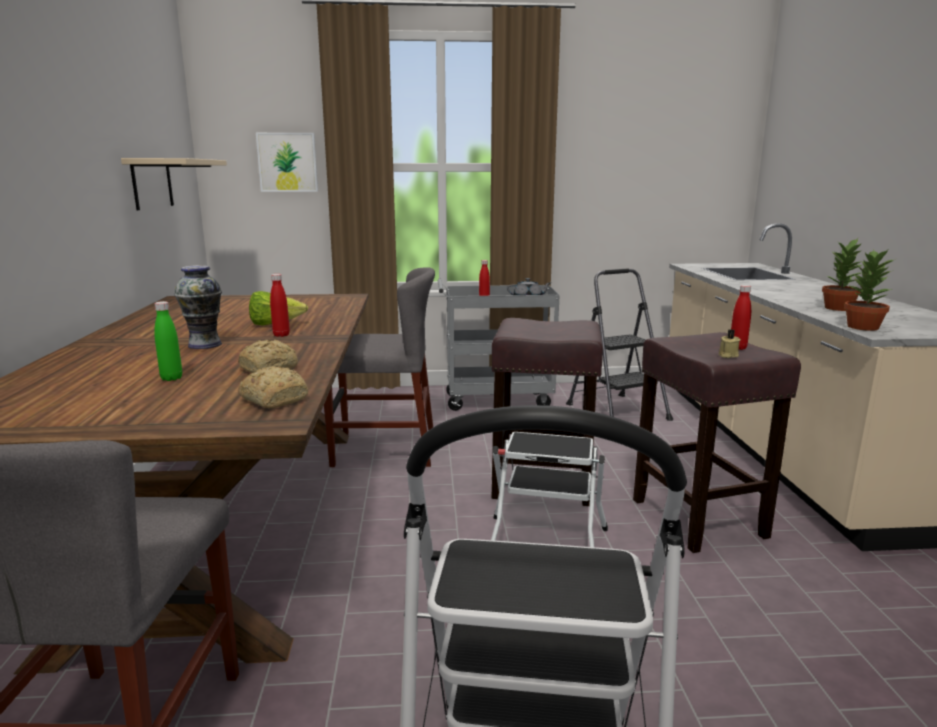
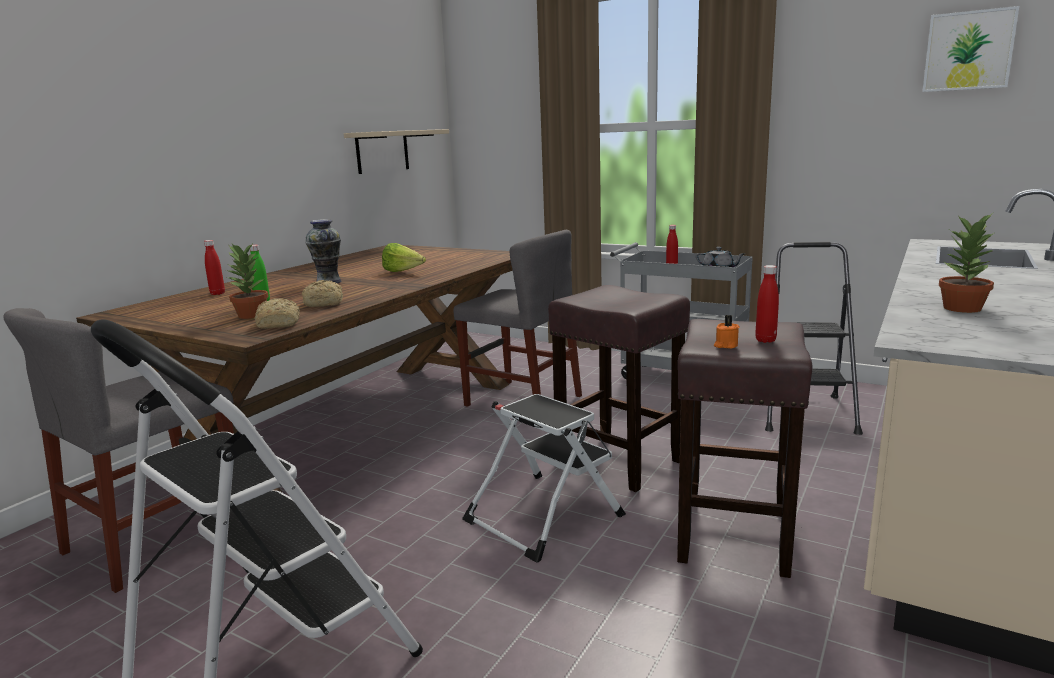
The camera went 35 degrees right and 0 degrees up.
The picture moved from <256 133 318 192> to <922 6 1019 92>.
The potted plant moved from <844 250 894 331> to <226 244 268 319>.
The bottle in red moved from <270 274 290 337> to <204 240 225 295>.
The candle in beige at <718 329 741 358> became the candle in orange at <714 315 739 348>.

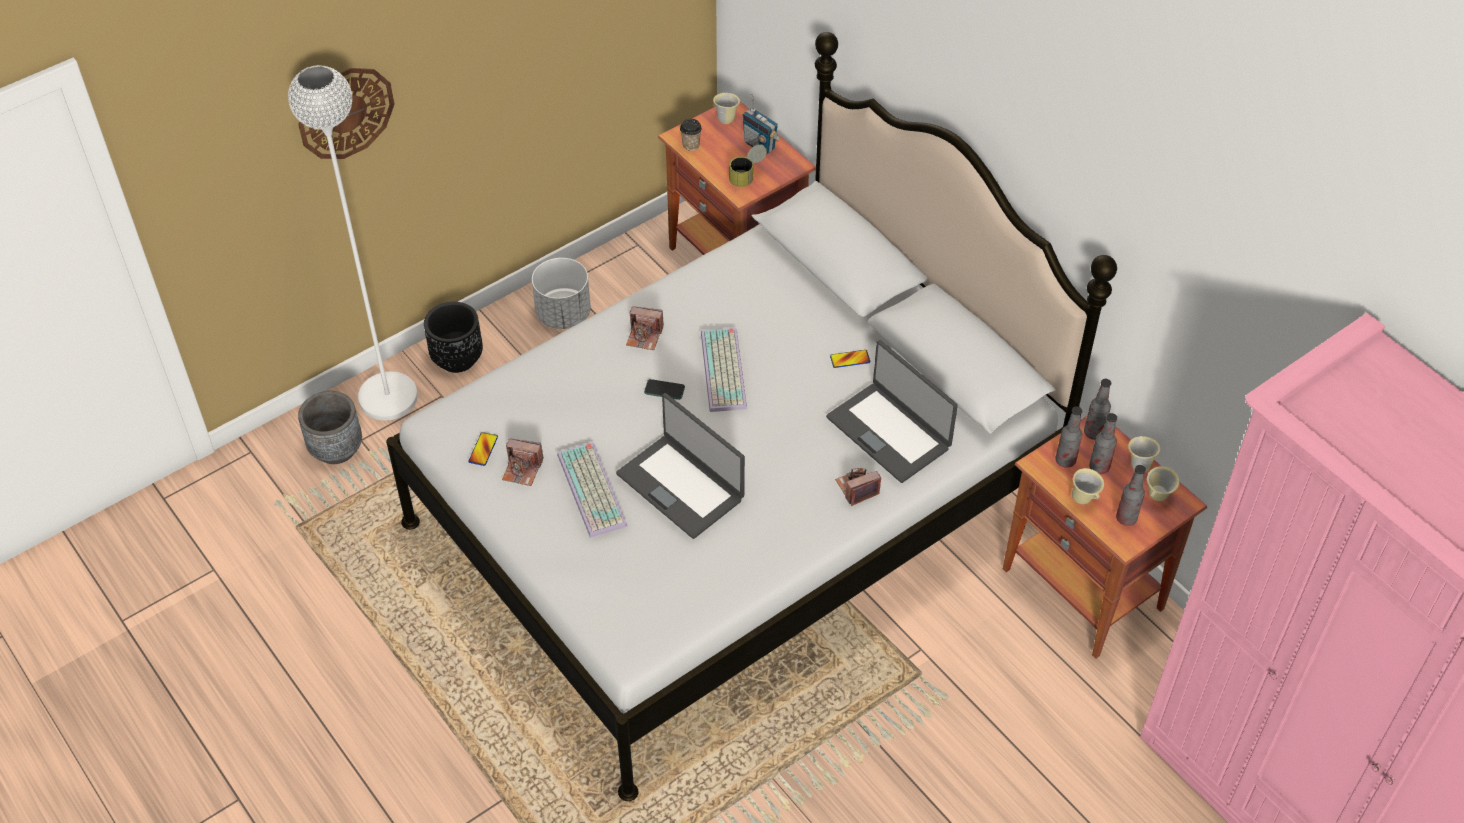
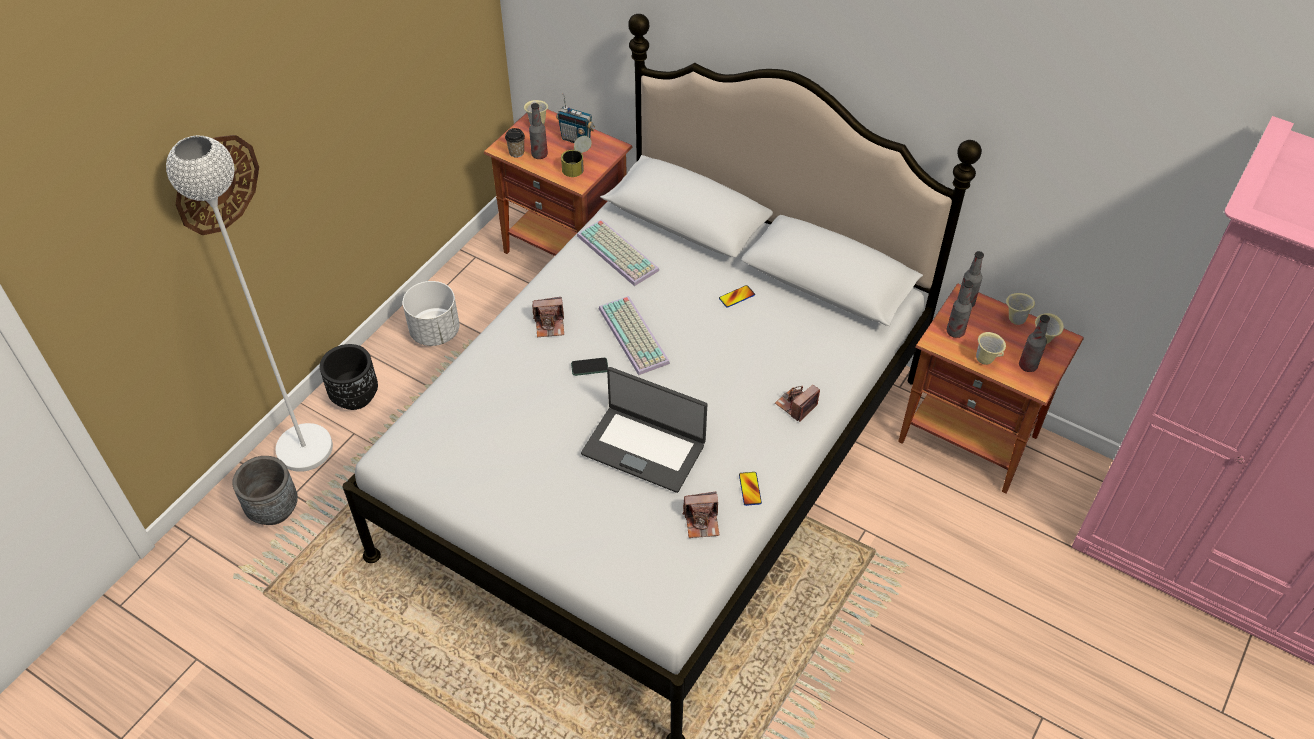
The camera went 20 degrees left and 0 degrees up.
The laptop at <826 340 958 483> disappeared.
The bottle moved from <1089 413 1117 474> to <529 103 548 159>.
The phone moved from <468 432 498 466> to <739 472 762 506>.
The photo camera moved from <502 439 544 486> to <683 492 719 538>.
The keyboard moved from <557 442 628 538> to <577 219 659 286>.

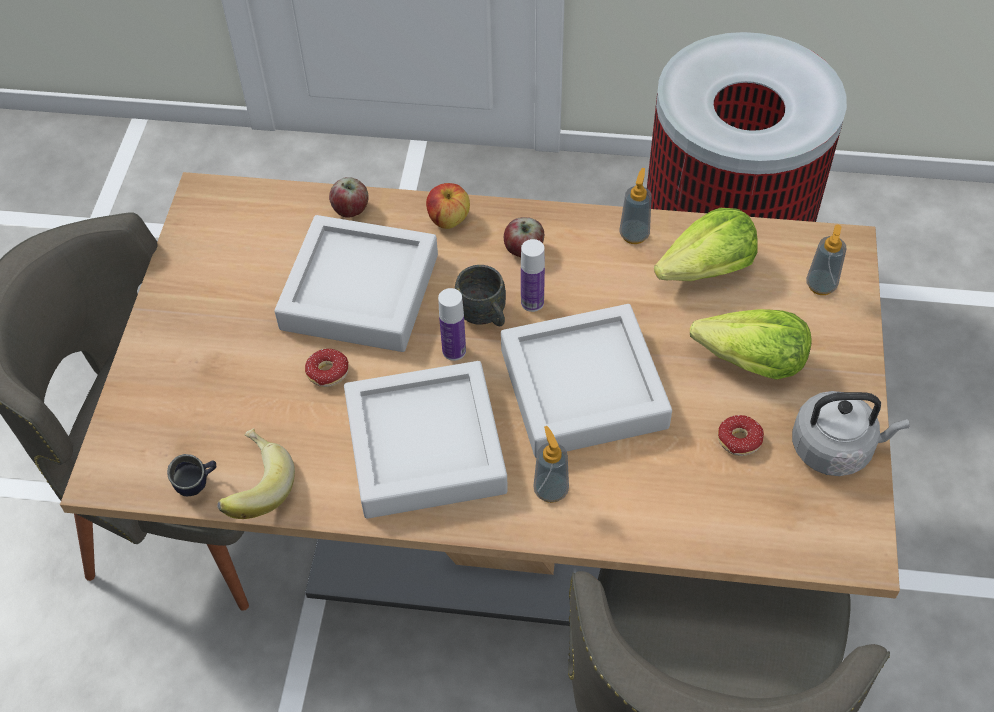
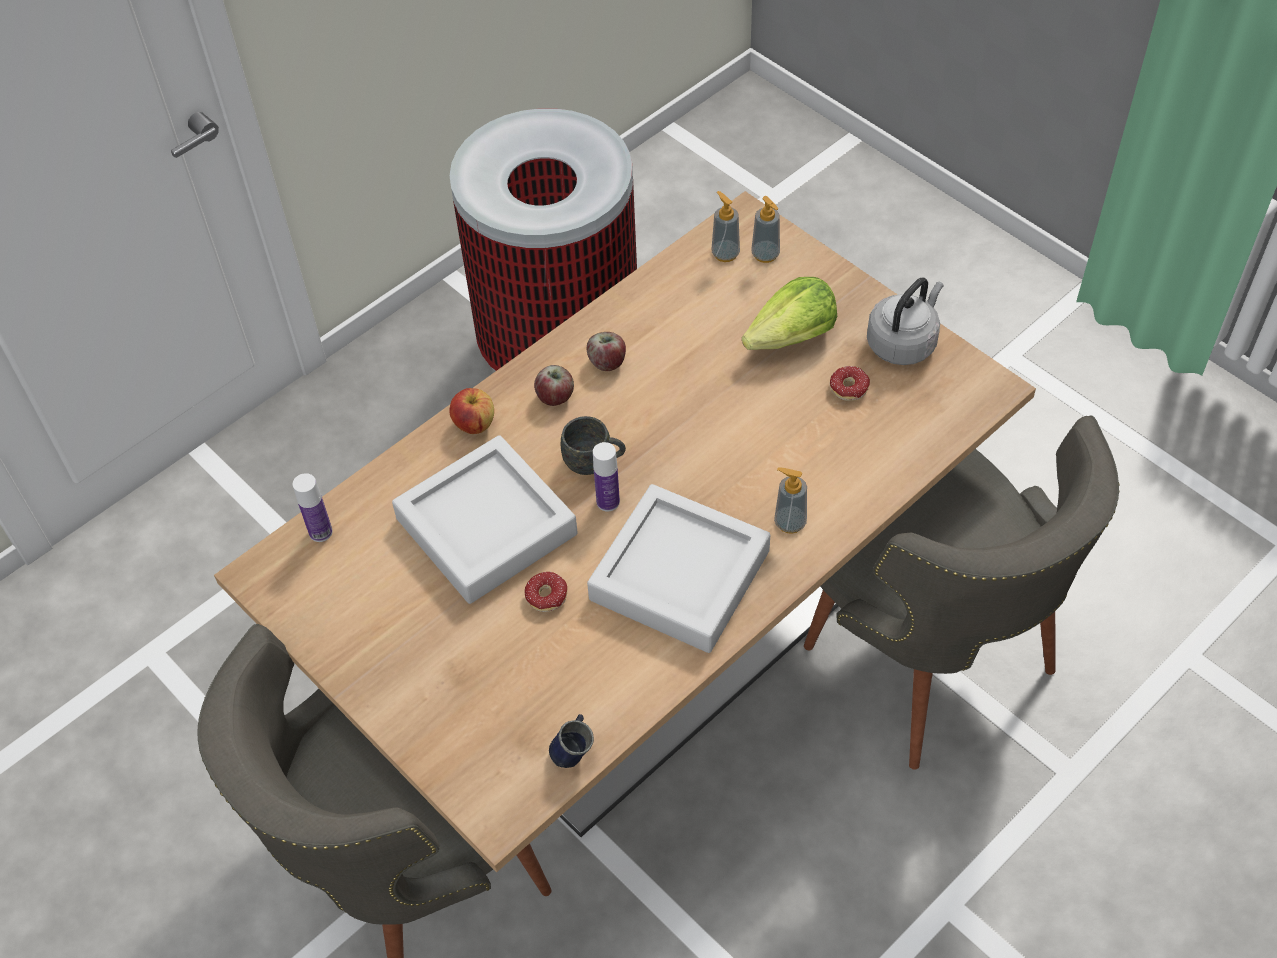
The camera went 50 degrees left and 0 degrees up.
The soap dispenser moved from <619 168 652 244> to <712 191 740 262>.
The apple moved from <329 177 369 218> to <587 332 626 371>.
The lettuce at <654 208 758 281> disappeared.
The bottle moved from <521 239 545 312> to <293 473 333 542>.
The tray in grey at <501 304 672 458> disappeared.
The banana at <217 428 295 519> disappeared.

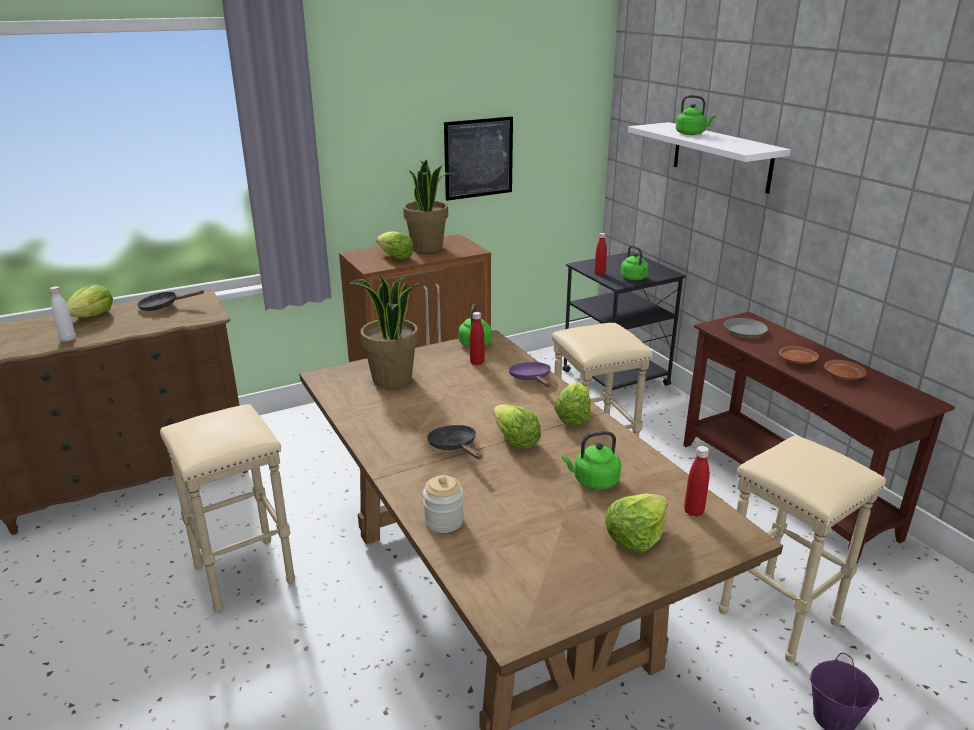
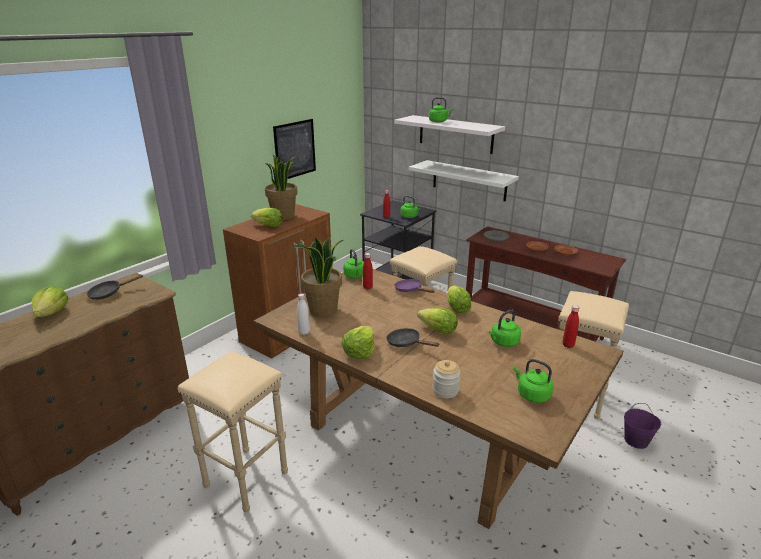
The camera went 25 degrees left and 0 degrees up.
The bottle in white moved from <50 286 75 341> to <297 293 310 335>.
The lettuce moved from <605 493 668 553> to <341 326 375 359>.
The shelf in white at <409 160 519 202> appeared.
The kettle in green at <514 359 554 403> appeared.

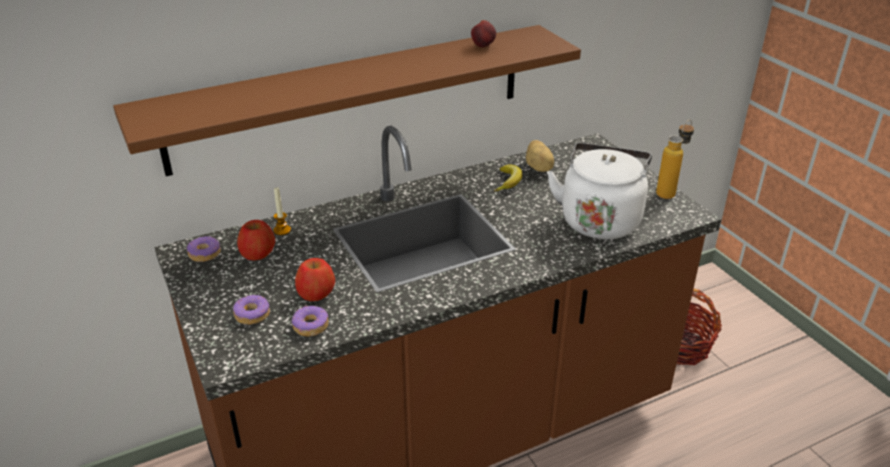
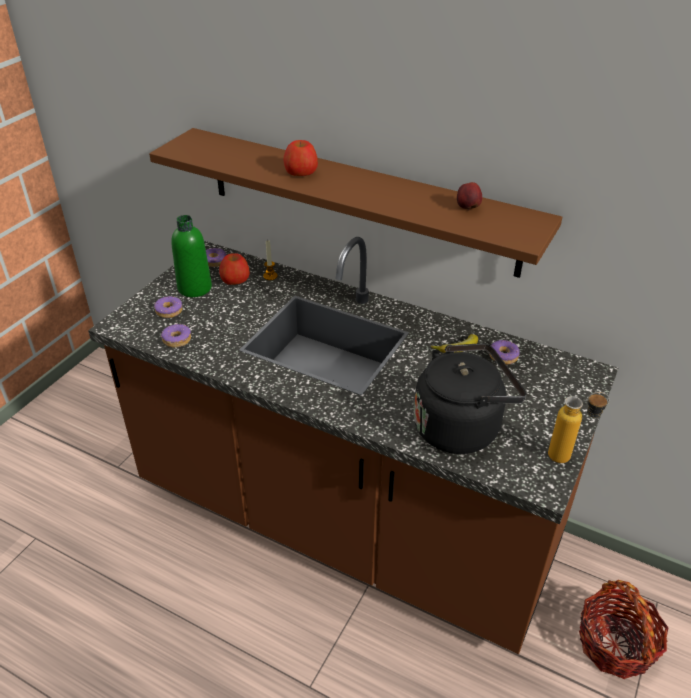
The camera went 55 degrees right and 5 degrees up.
The potato at <526 140 554 172> was replaced by the donut at <489 340 520 365>.
The kettle in white at <547 143 652 239> became the kettle in black at <414 343 526 454>.
The apple moved from <295 258 335 301> to <284 140 318 176>.
The bottle in green at <171 215 212 297> appeared.

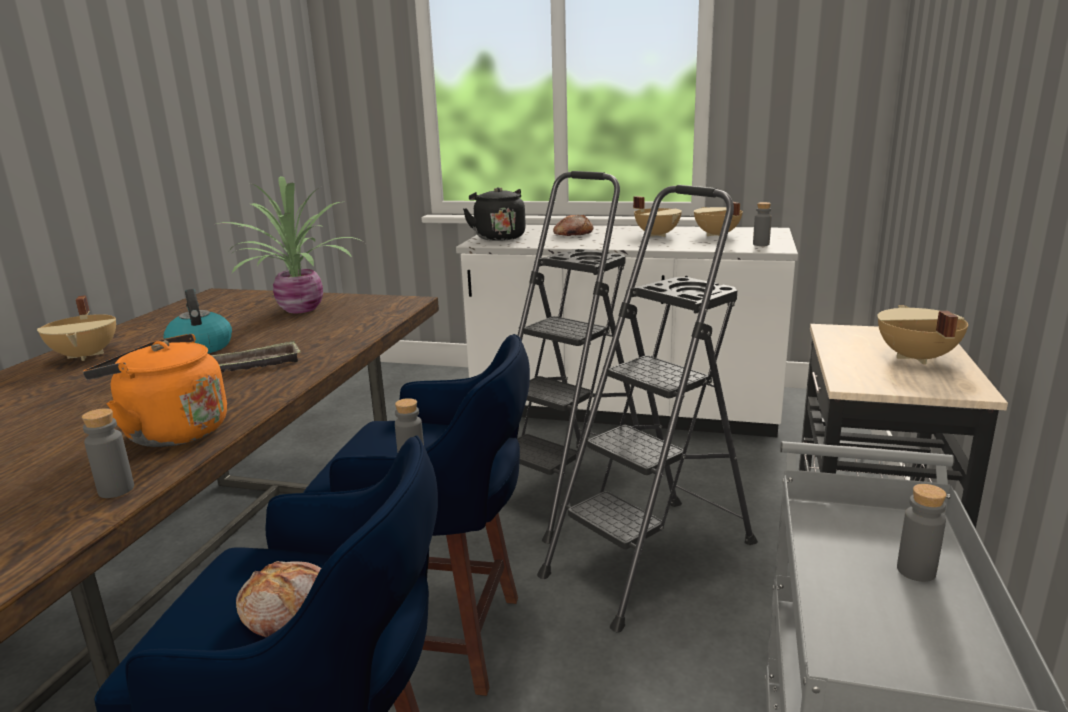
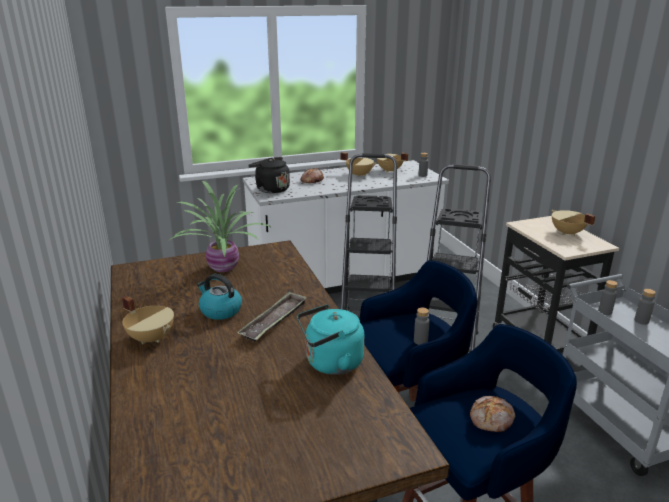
The camera went 35 degrees left and 5 degrees up.
The kettle in orange at <83 334 227 447> became the kettle in turquoise at <297 304 364 375>.
The bottle in grey moved from <82 408 134 498> to <598 280 618 315>.

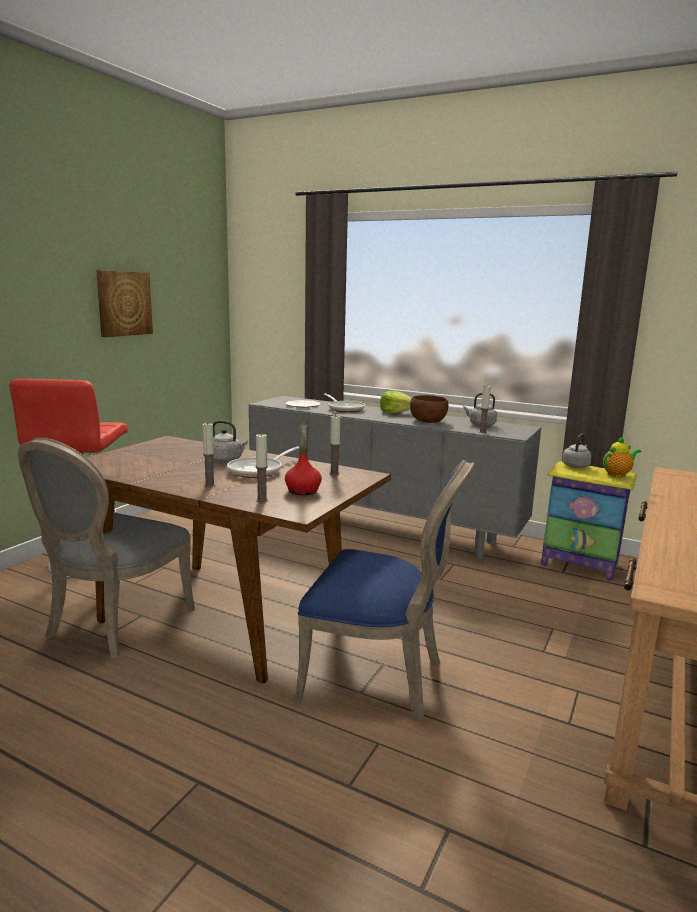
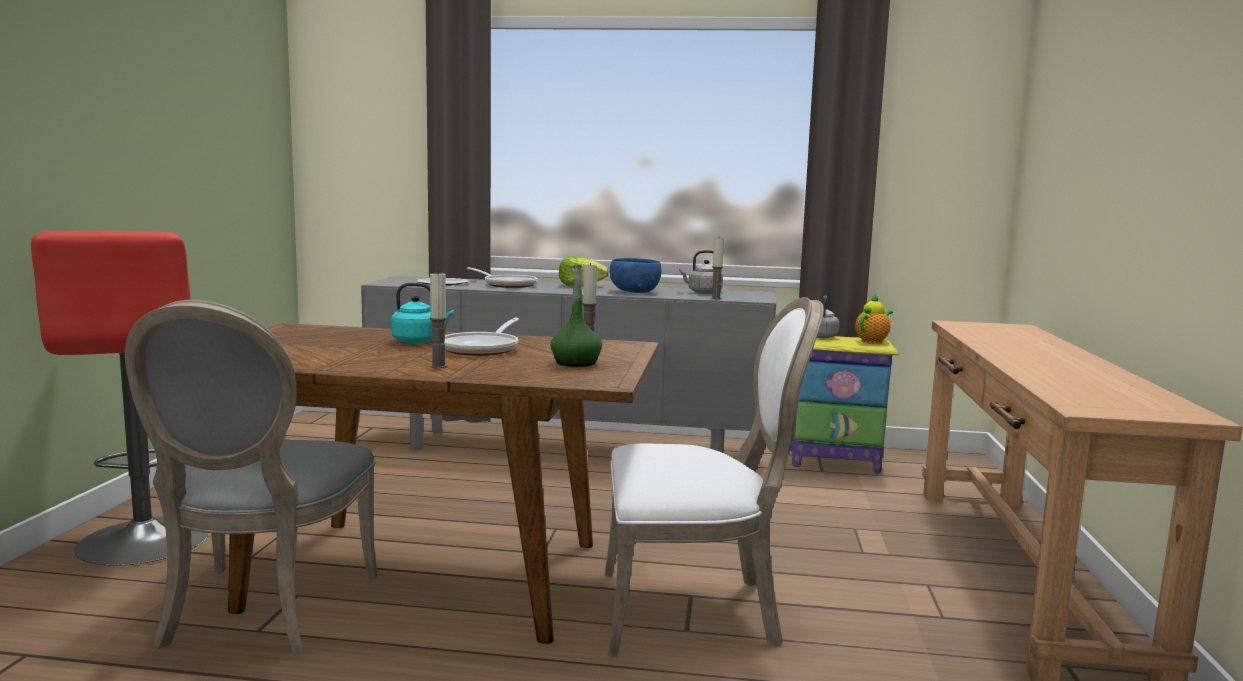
The camera went 20 degrees left and 5 degrees down.
The picture at <96 270 153 337> disappeared.
The bowl in brown at <410 395 448 423> became the bowl in blue at <610 258 662 293>.
The kettle in grey at <213 421 248 462> became the kettle in turquoise at <391 283 454 344>.
The bottle in red at <285 423 322 495> became the bottle in green at <550 265 602 367>.
The candle at <256 433 268 503> disappeared.
The chair in blue at <295 460 474 721> became the chair in white at <605 297 824 656>.

